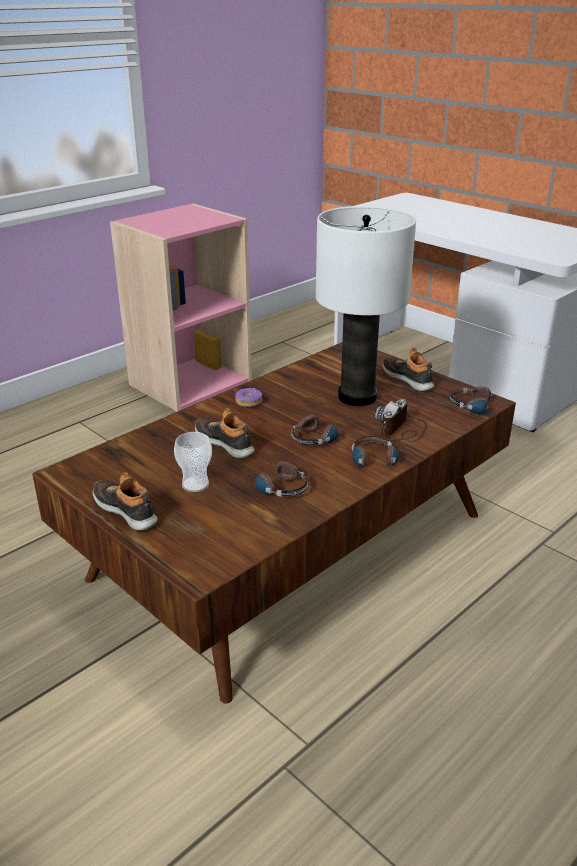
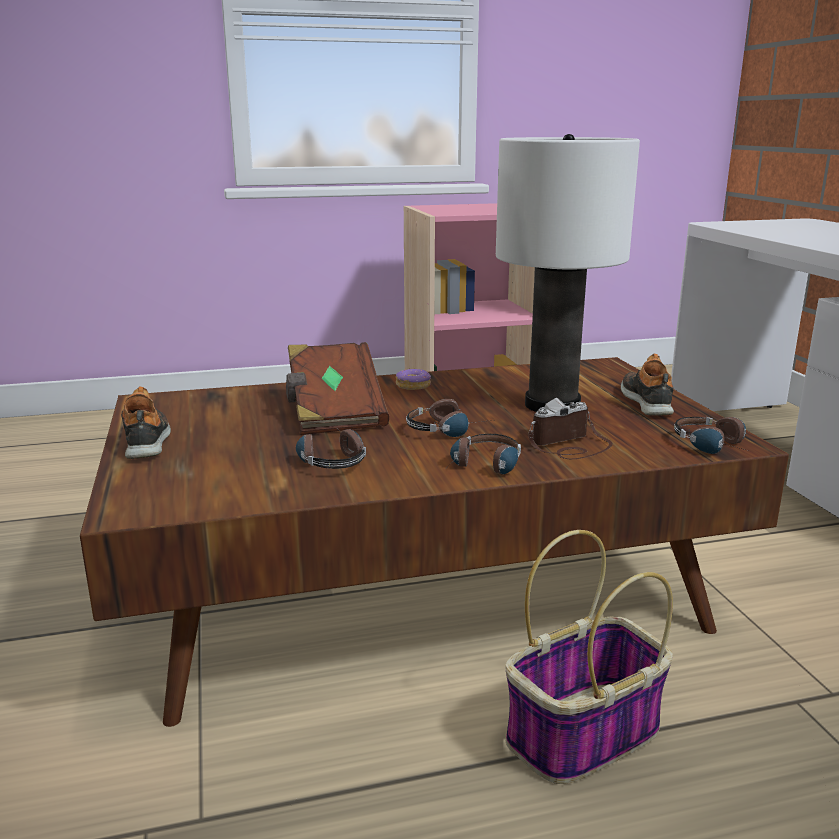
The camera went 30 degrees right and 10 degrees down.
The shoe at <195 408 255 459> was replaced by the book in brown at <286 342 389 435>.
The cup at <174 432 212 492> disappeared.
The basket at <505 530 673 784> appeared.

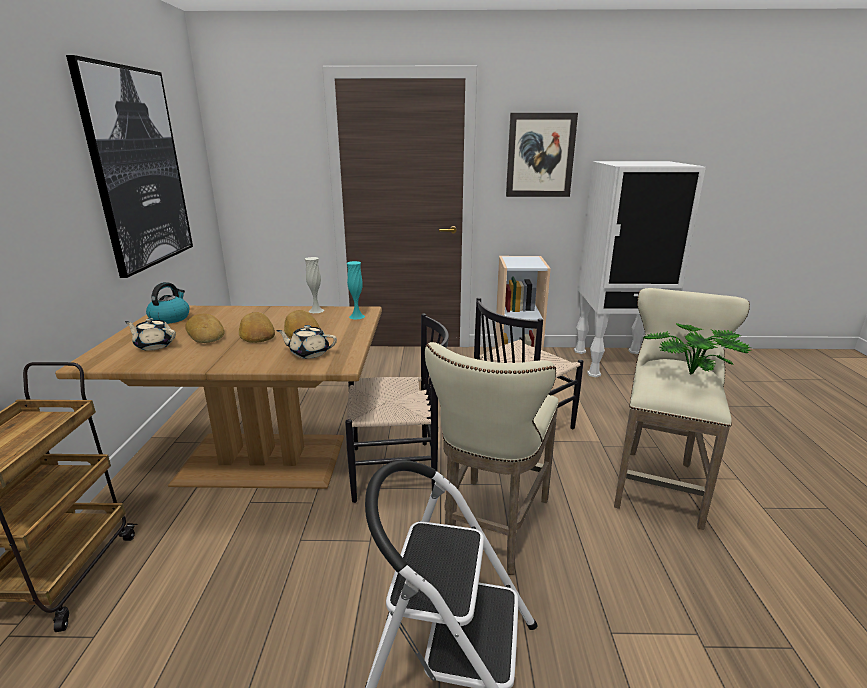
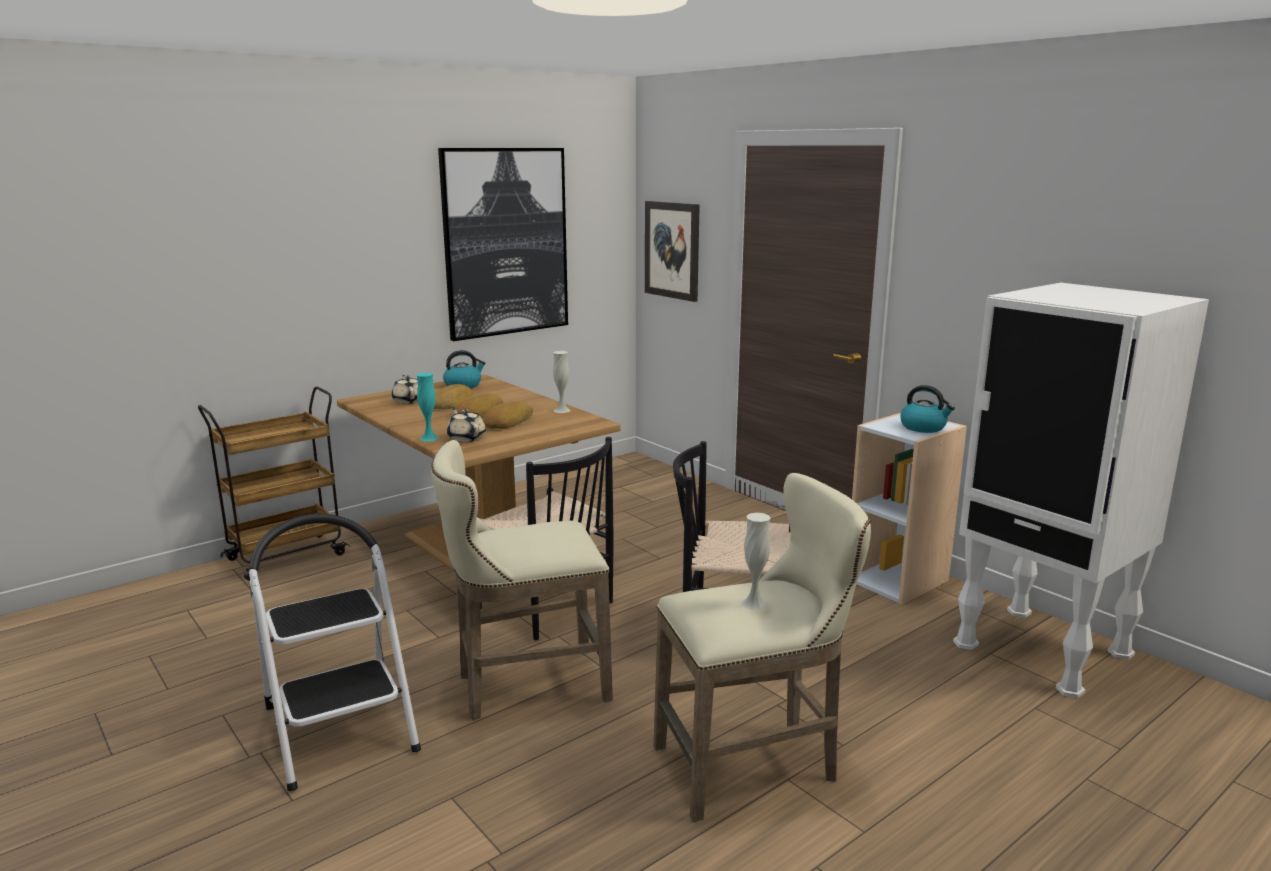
The camera went 50 degrees right and 5 degrees down.
The picture moved from <506 113 578 197> to <645 201 700 302>.
The vase in turquoise moved from <347 261 365 319> to <417 373 439 441>.
The potted plant at <643 323 752 374> was replaced by the vase in white at <741 513 771 611>.
The kettle at <900 385 955 433> appeared.

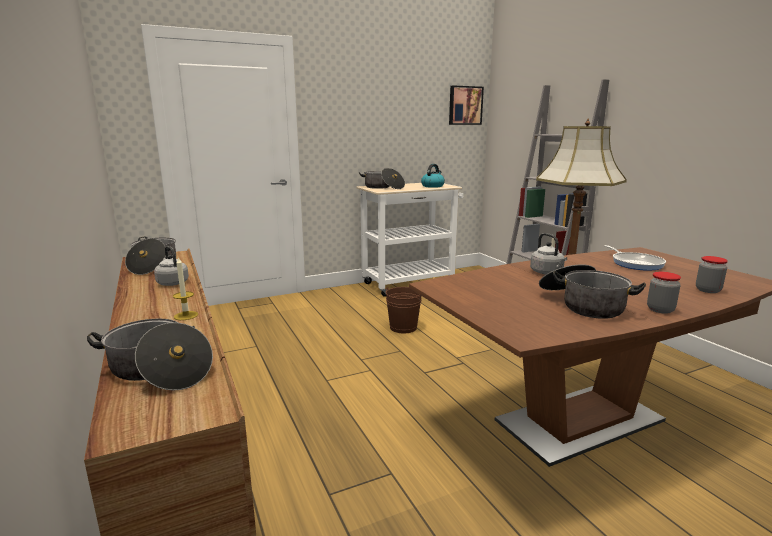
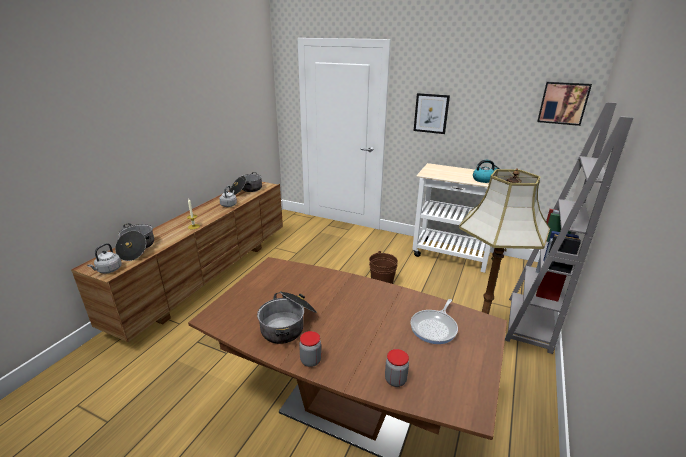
The camera went 50 degrees right and 10 degrees up.
The cooking pot at <359 168 405 189> disappeared.
The kettle in grey moved from <530 233 567 274> to <87 243 122 274>.
The picture at <414 93 450 134> appeared.

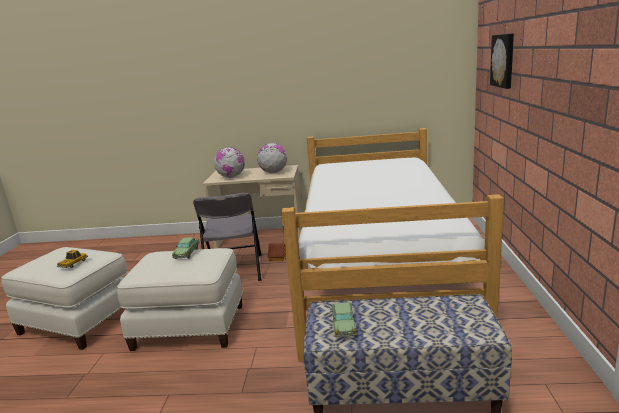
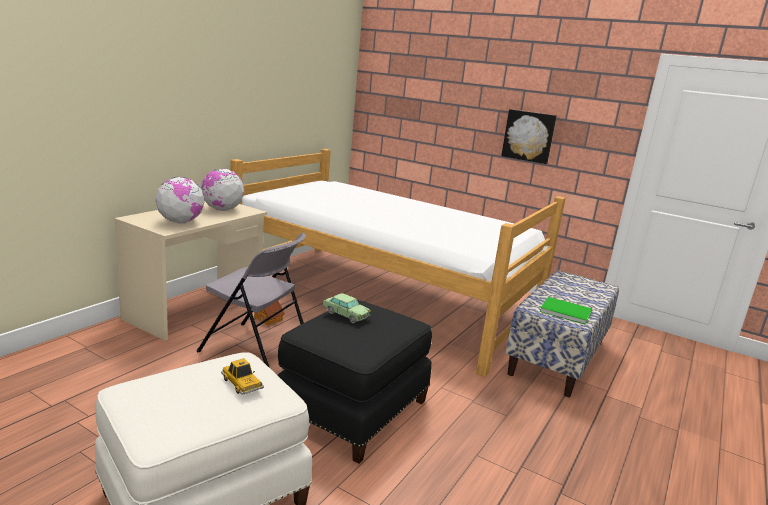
The camera went 65 degrees left and 0 degrees up.
The picture moved from <490 33 514 89> to <501 109 557 164>.
The ottoman in white at <117 248 243 351> became the ottoman in black at <278 300 432 464>.
The toy car at <332 303 357 337> was replaced by the book in green at <540 297 592 325>.

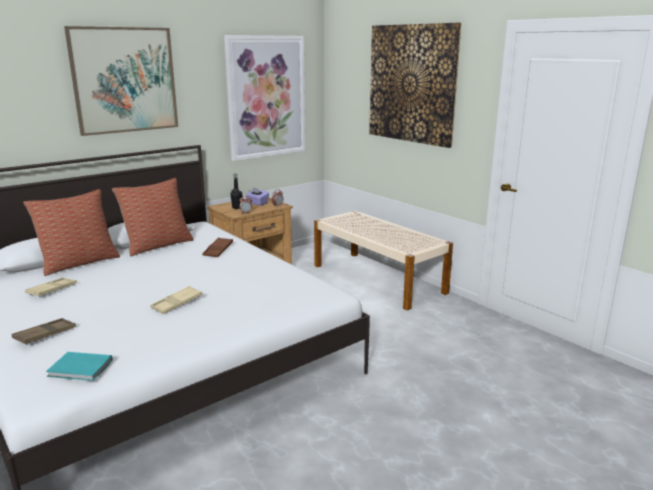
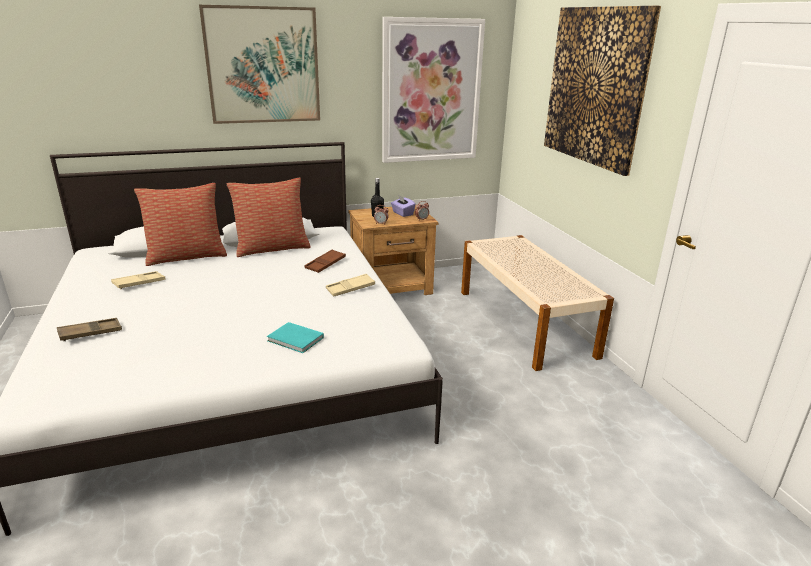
The camera went 20 degrees right and 5 degrees up.
The tray in beige moved from <151 286 202 314> to <326 274 375 297>.
The book in turquoise moved from <46 352 113 381> to <267 322 324 353>.

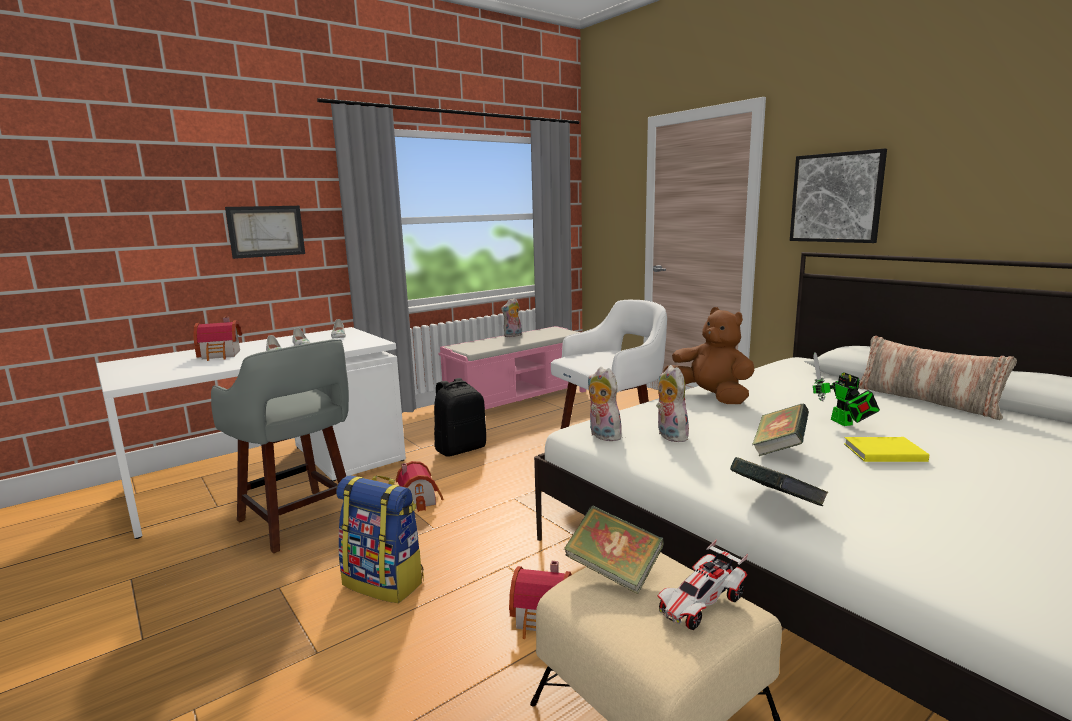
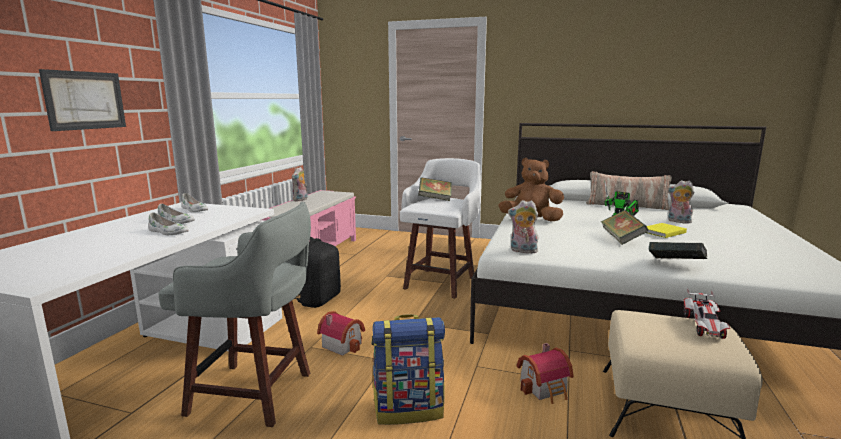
The camera went 35 degrees left and 0 degrees up.
The picture at <790 149 887 243> disappeared.
The toy house at <193 316 242 361> disappeared.
The plush toy moved from <656 365 689 442> to <668 180 694 224>.
The book moved from <564 506 664 594> to <418 177 452 201>.

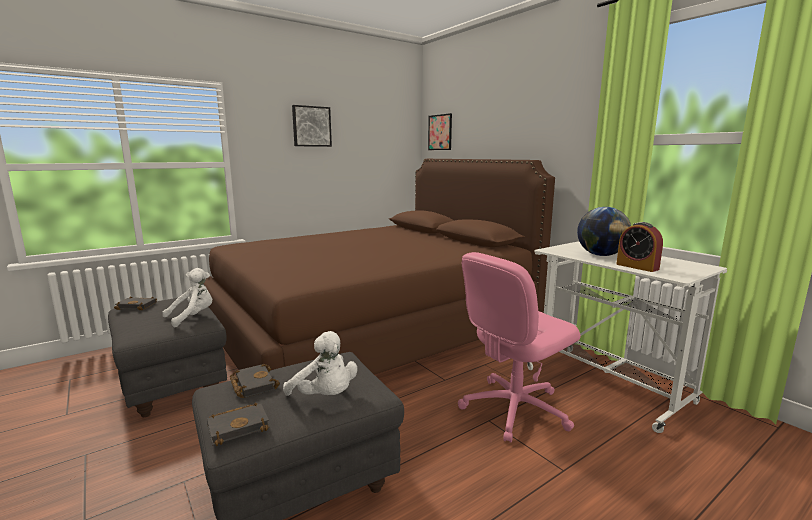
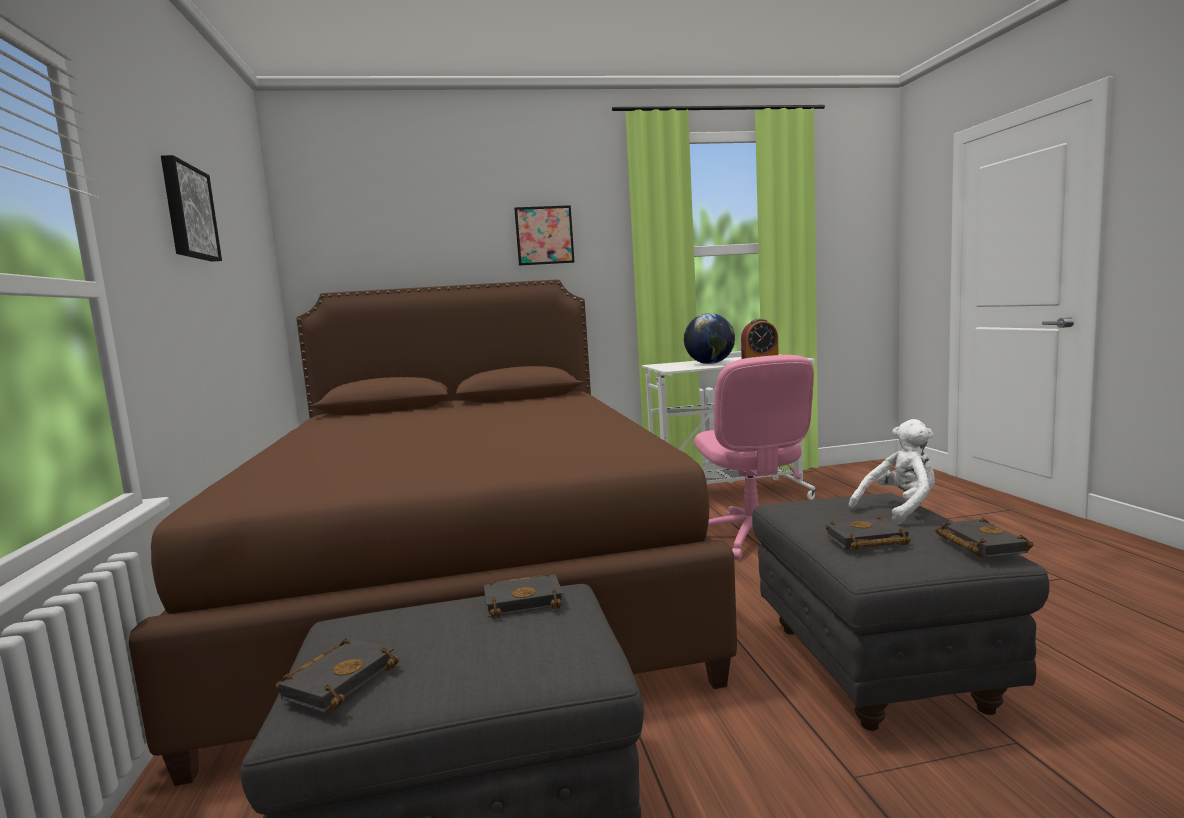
The camera went 65 degrees left and 5 degrees down.
The picture moved from <428 113 452 150> to <514 205 574 266>.
The plush toy in white at <162 268 212 327> was replaced by the book in black at <484 572 564 619>.

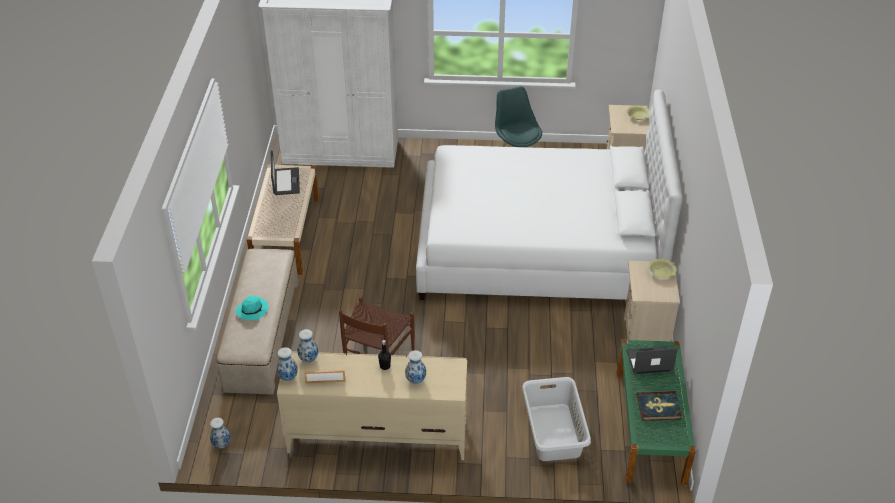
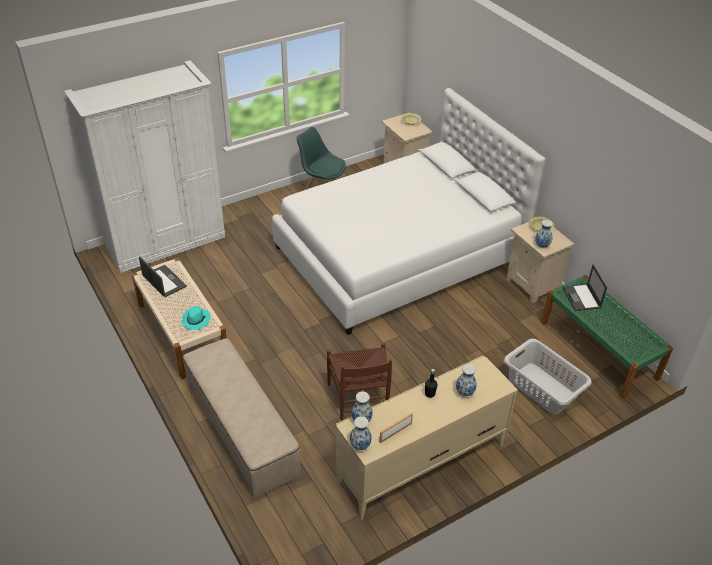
The camera went 35 degrees left and 0 degrees up.
The hat in turquoise moved from <235 295 269 320> to <181 306 211 330>.
The laptop at <626 347 678 375> turned 60 degrees counterclockwise.
The book at <637 391 682 421> disappeared.
The vase moved from <210 418 230 449> to <535 220 553 248>.

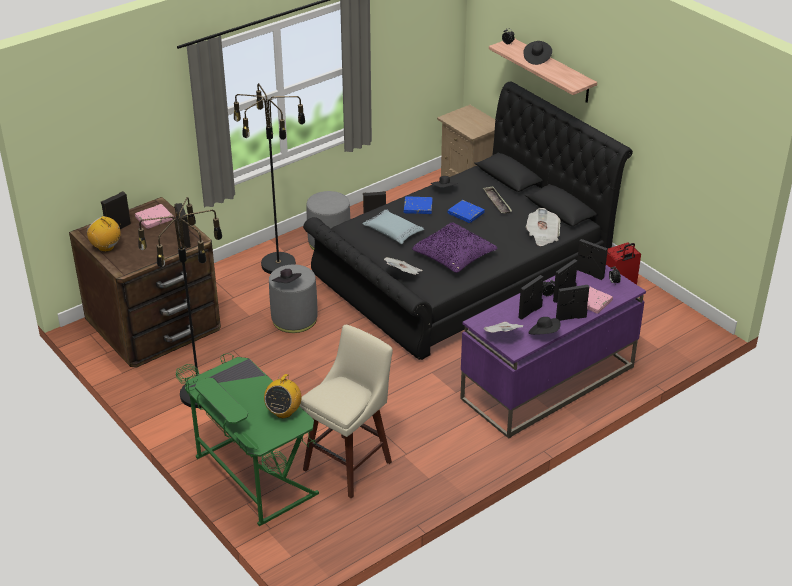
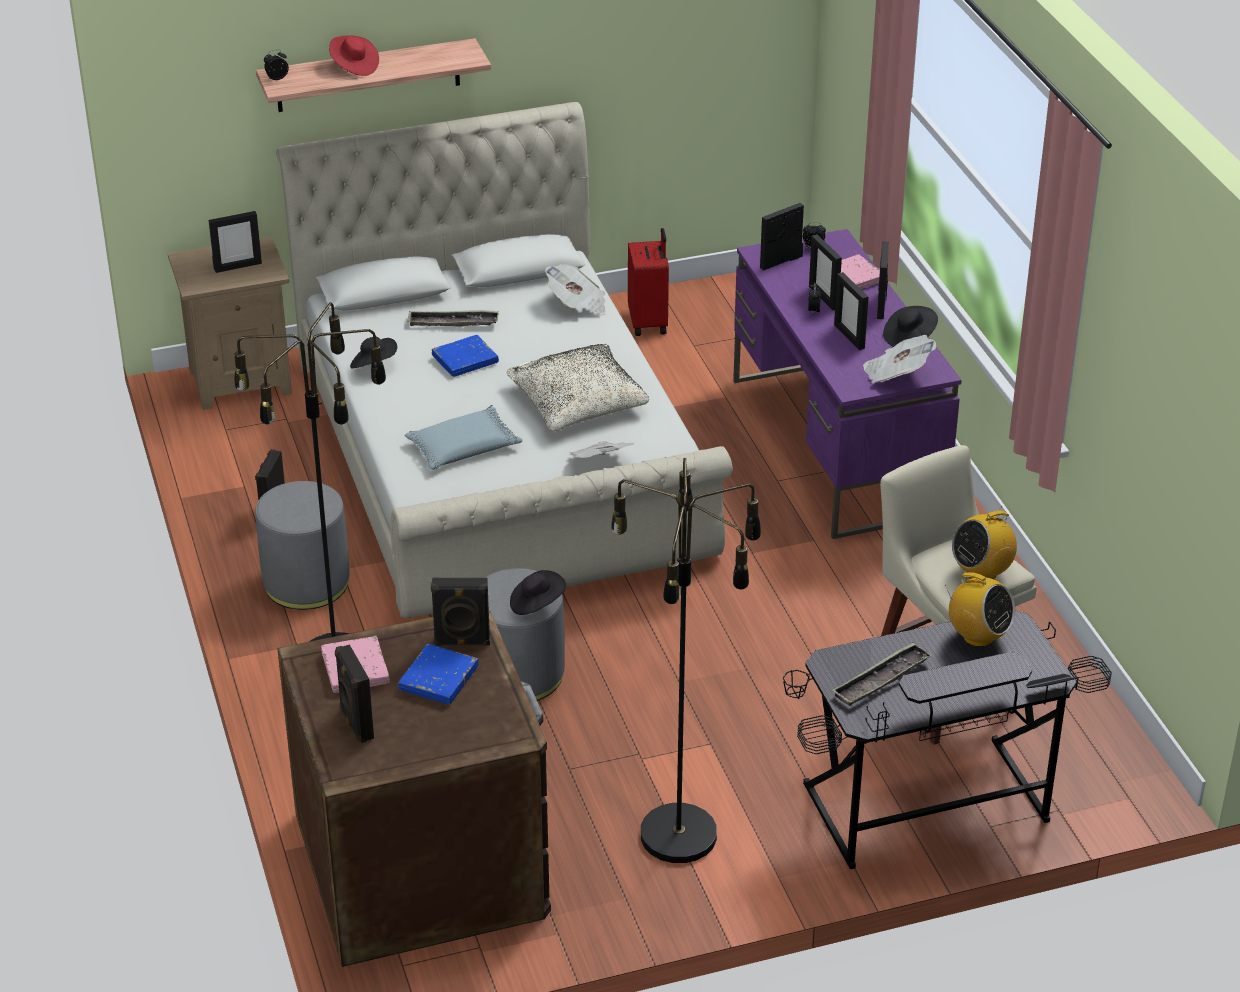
The camera went 70 degrees left and 0 degrees up.
The hat in black at <523 41 552 65> became the hat in red at <329 35 379 76>.
The bed in black at <303 82 633 360> became the bed in beige at <276 102 733 618>.
The book in blue moved from <404 196 433 214> to <398 644 479 705>.
The radio moved from <87 216 121 252> to <952 506 1017 579>.
The pillow in purple at <412 223 497 273> became the pillow in beige at <506 344 649 431>.
The desk in green at <176 353 319 526> became the desk in black at <783 611 1112 869>.
The picture frame at <209 211 262 273> appeared.
The tray at <832 642 932 706> appeared.

